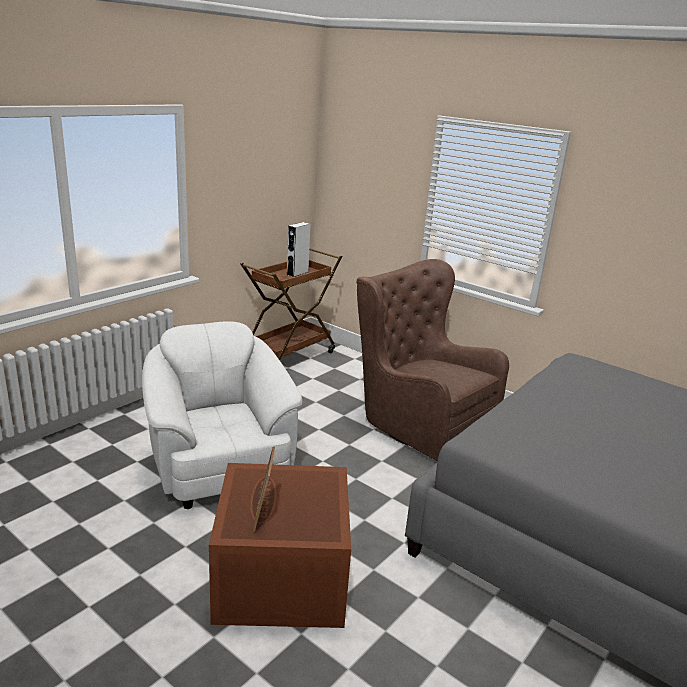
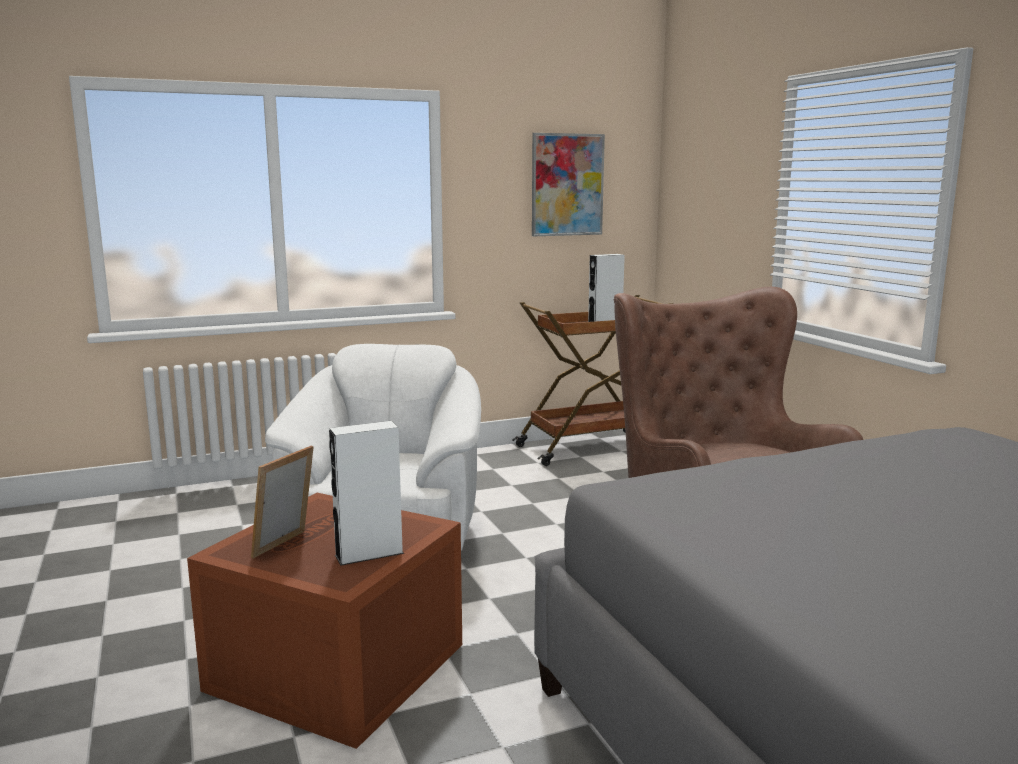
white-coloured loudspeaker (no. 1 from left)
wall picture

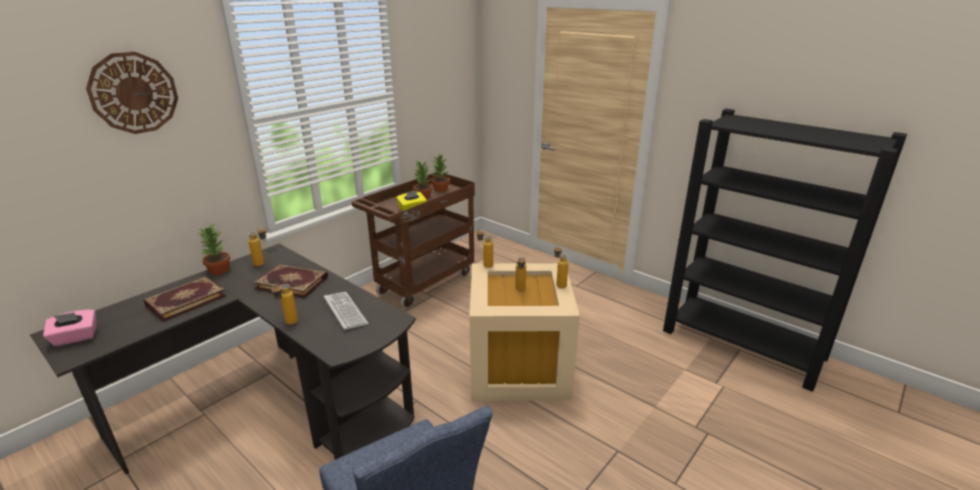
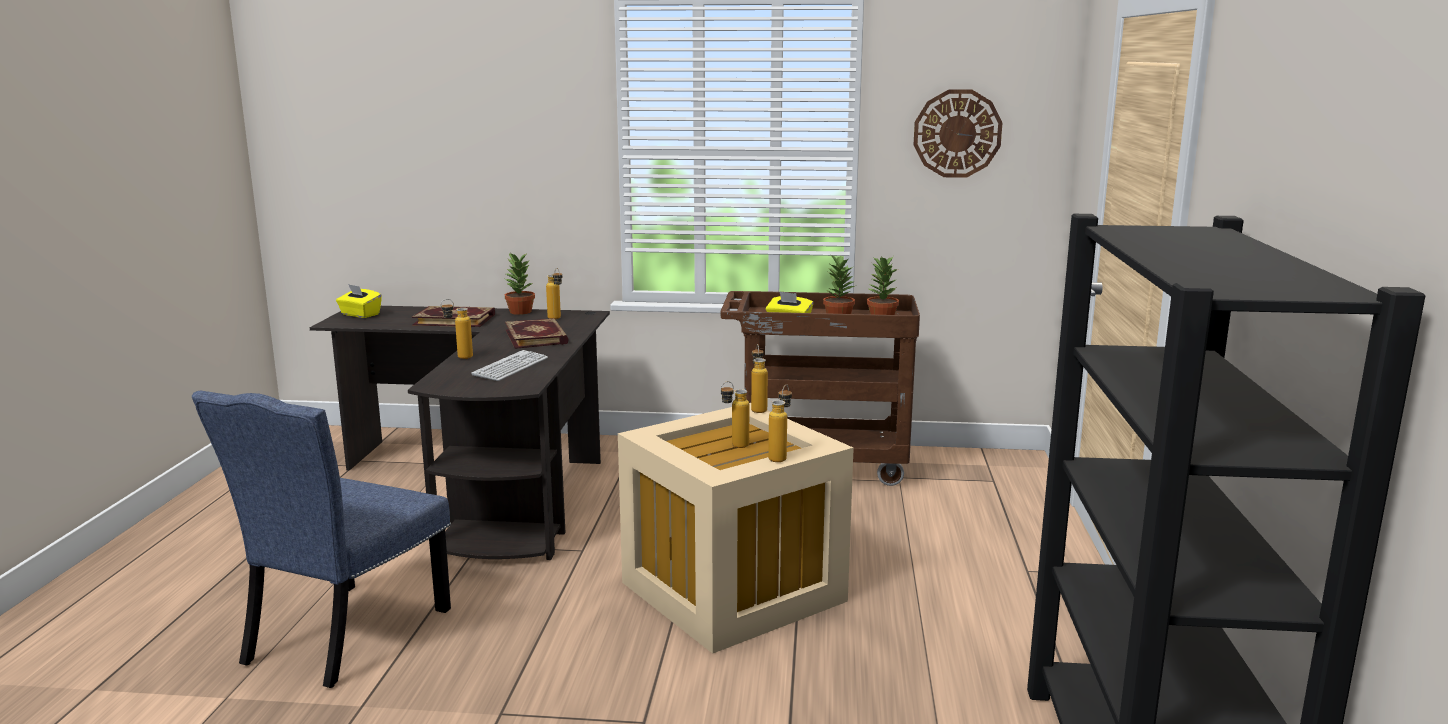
yellow tissue box (no. 1 from left)
clock on the wall

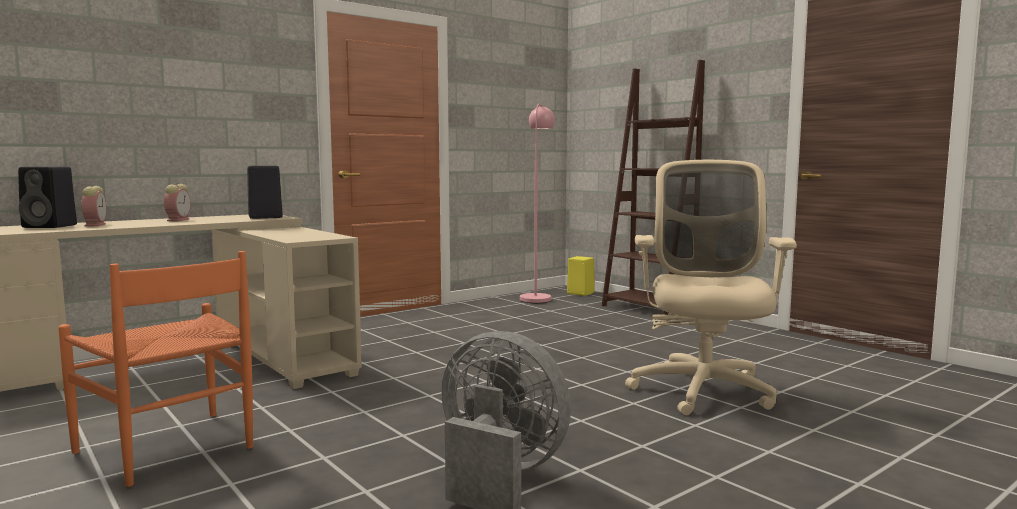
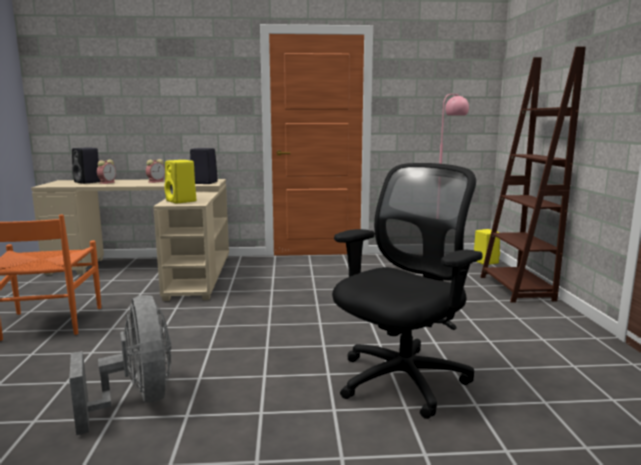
yellow loudspeaker (no. 1 from left)
blackish office chair

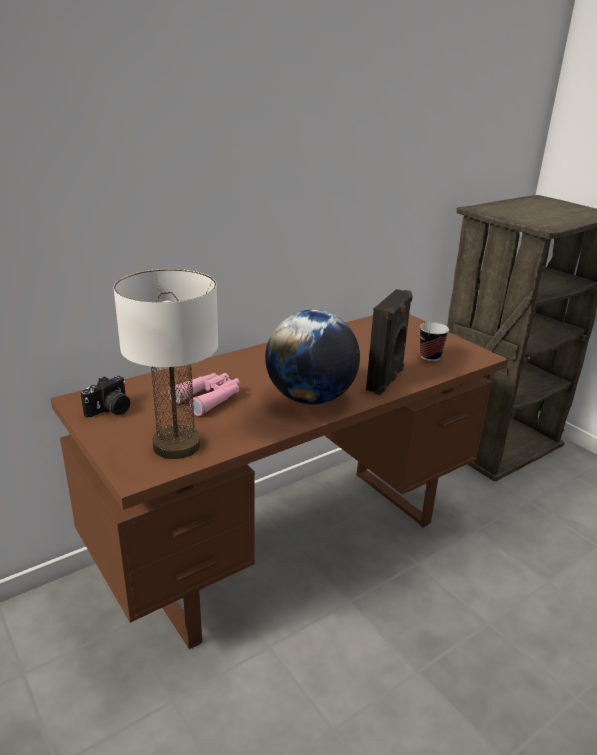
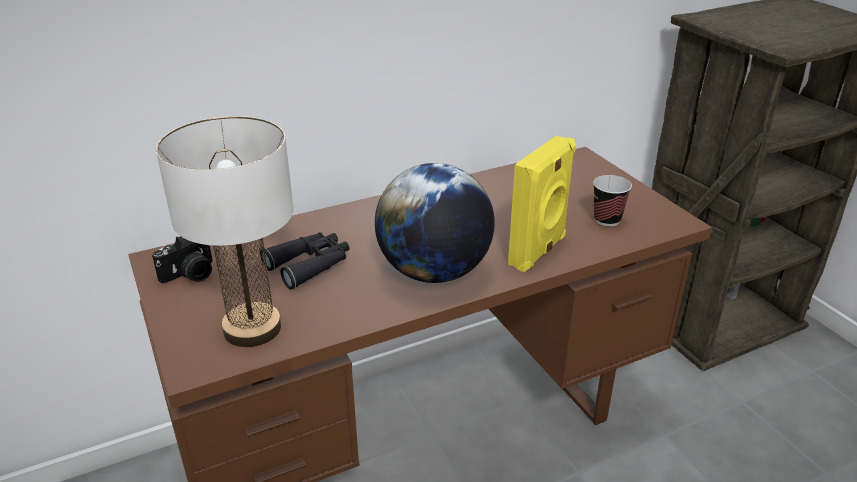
blackish binoculars
yellow loudspeaker

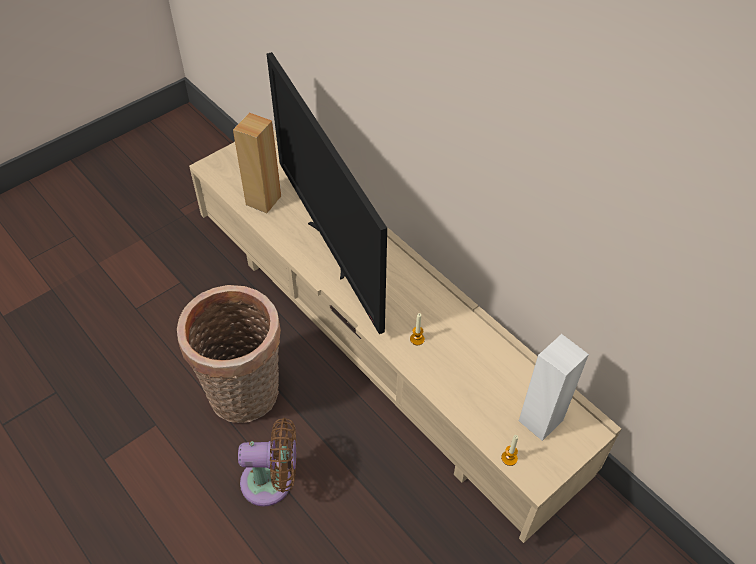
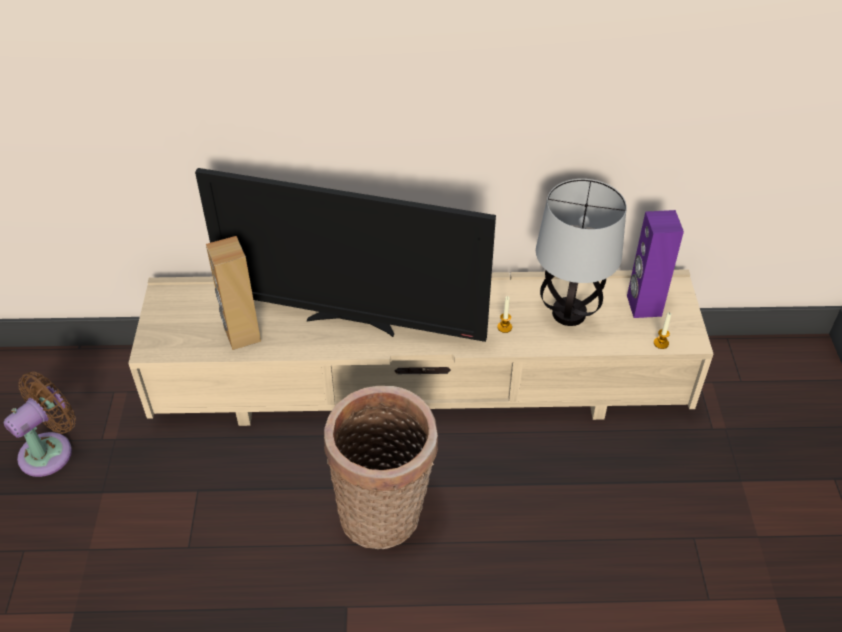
brownish cooling fan
tabletop lamp
purplish loudspeaker

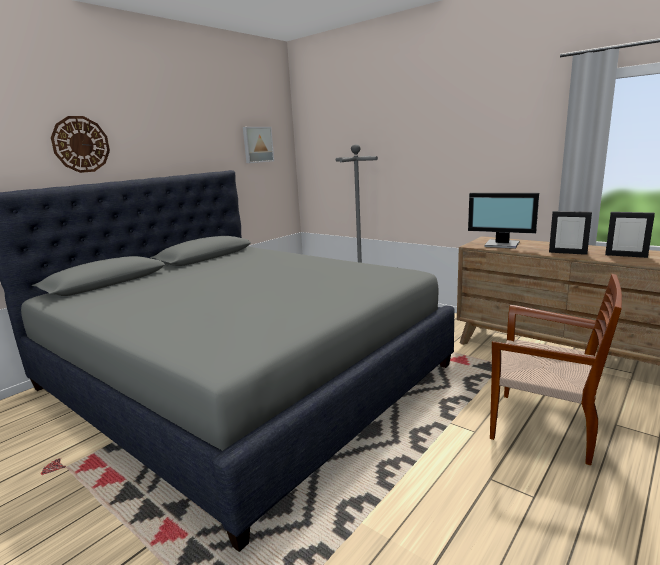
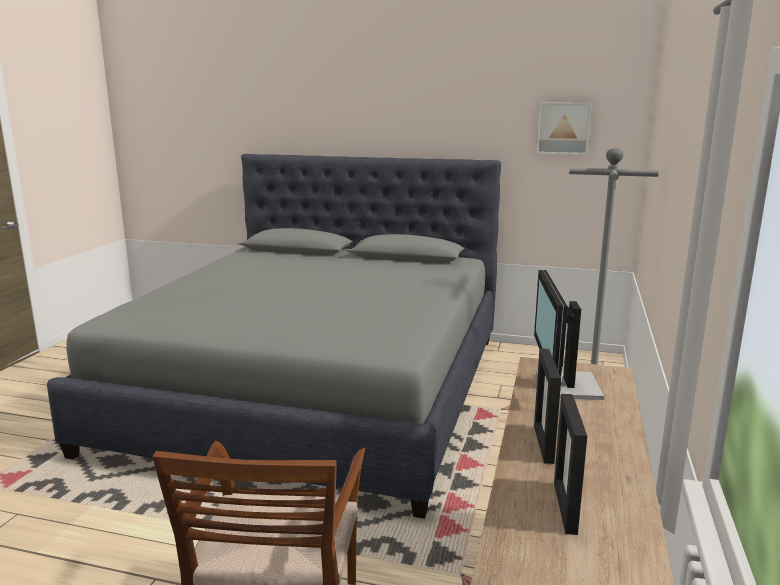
clock on the wall

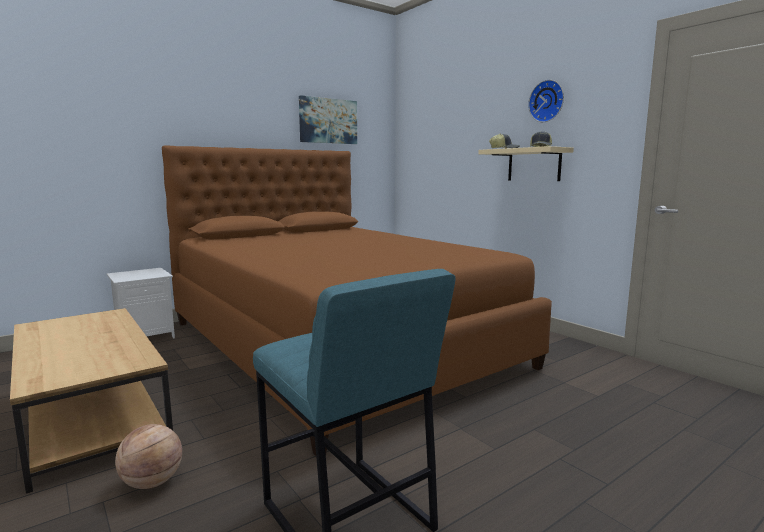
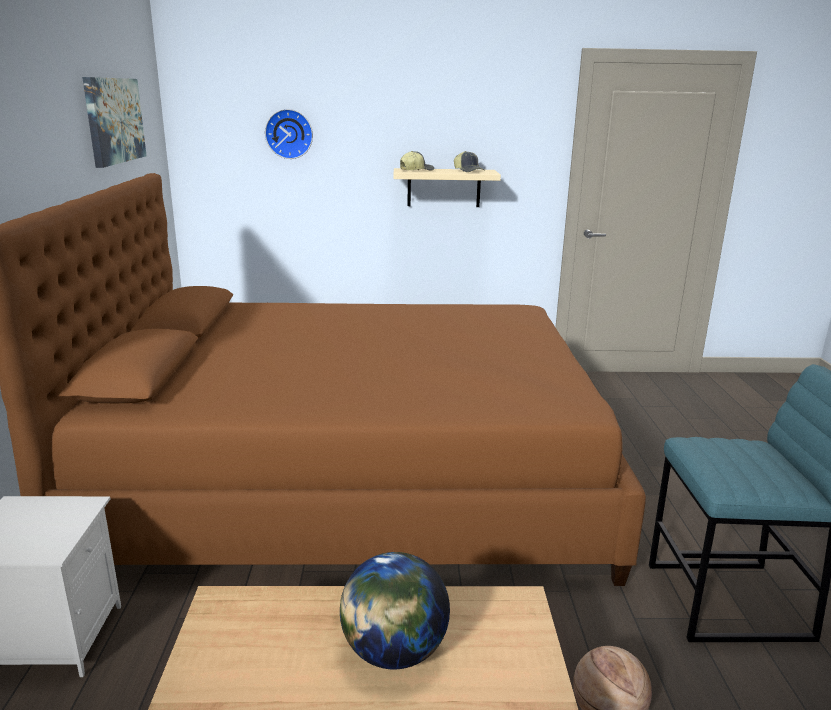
clock on the wall
globe

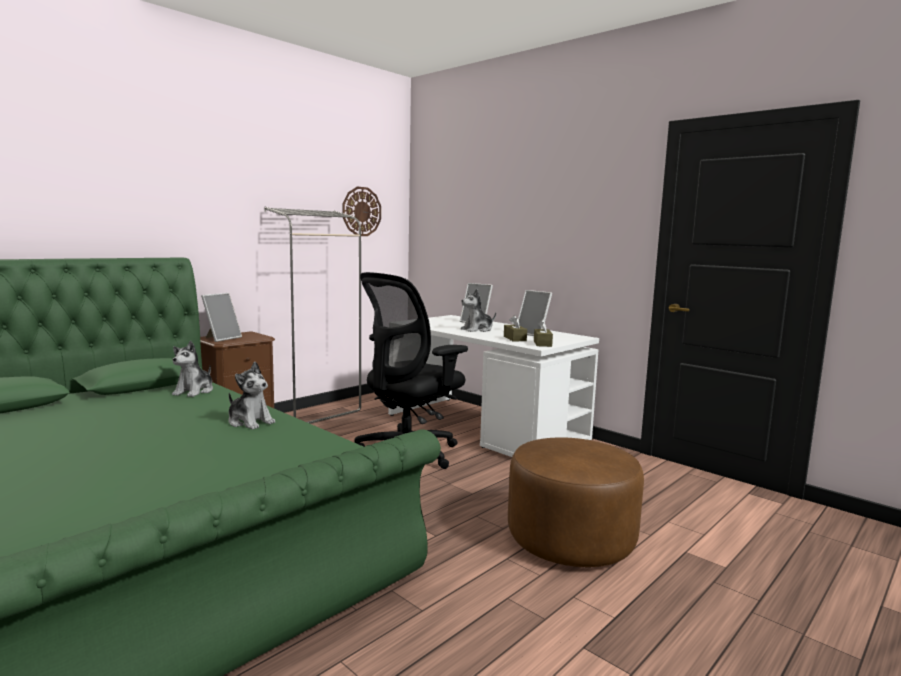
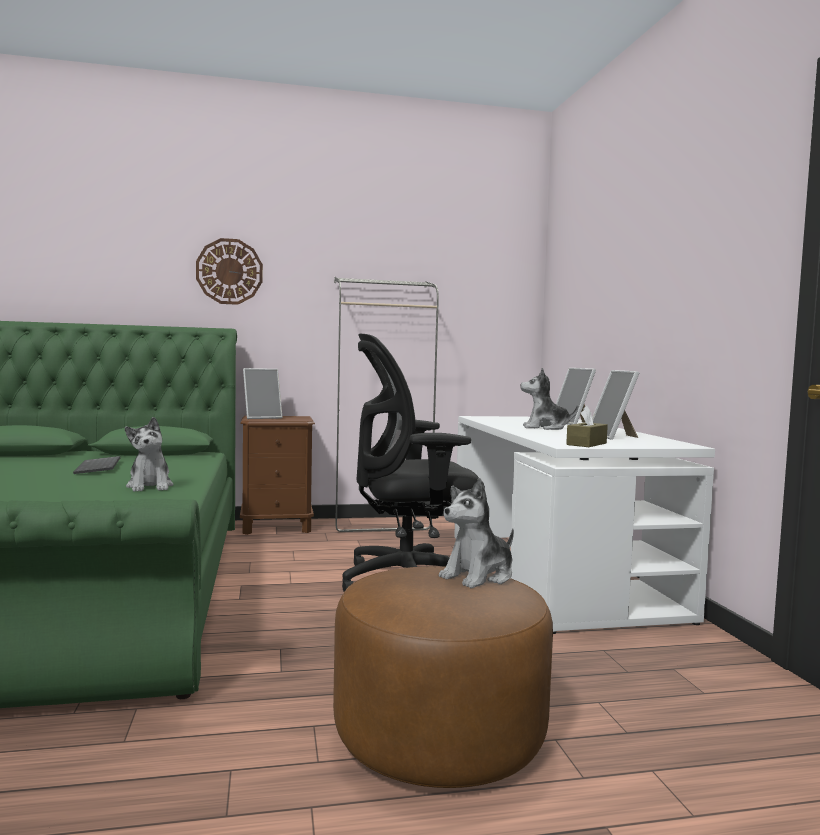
computer keyboard
clock on the wall
cuddly toy (no. 2 from left)
brownish tissue box (no. 1 from left in the first image)

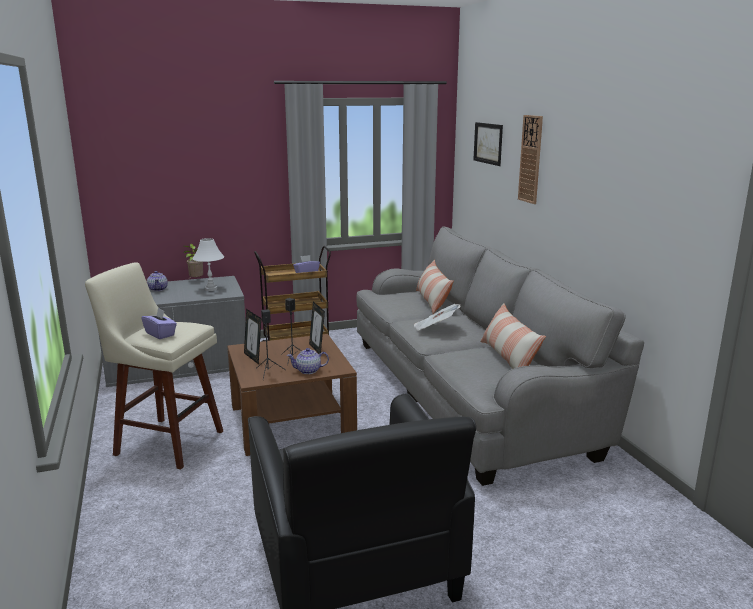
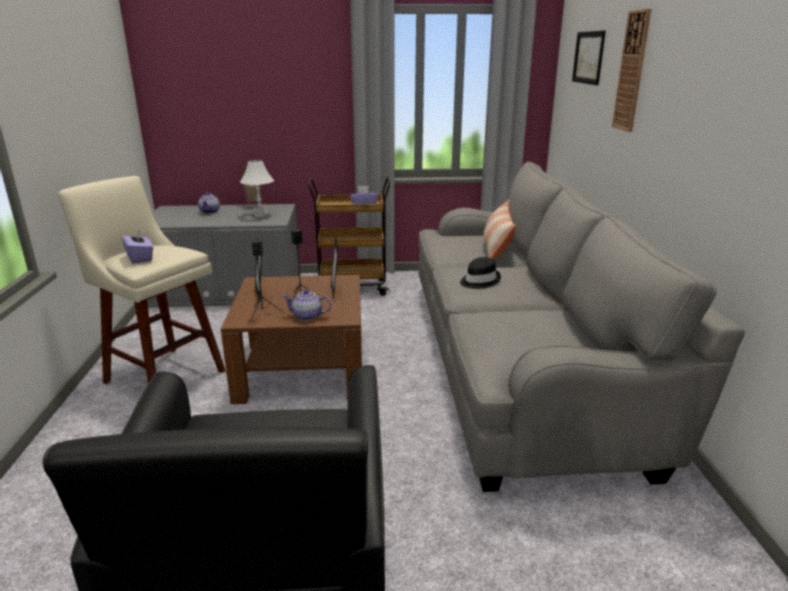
blackish wearable hat
cushion (no. 2 from left in the first image)

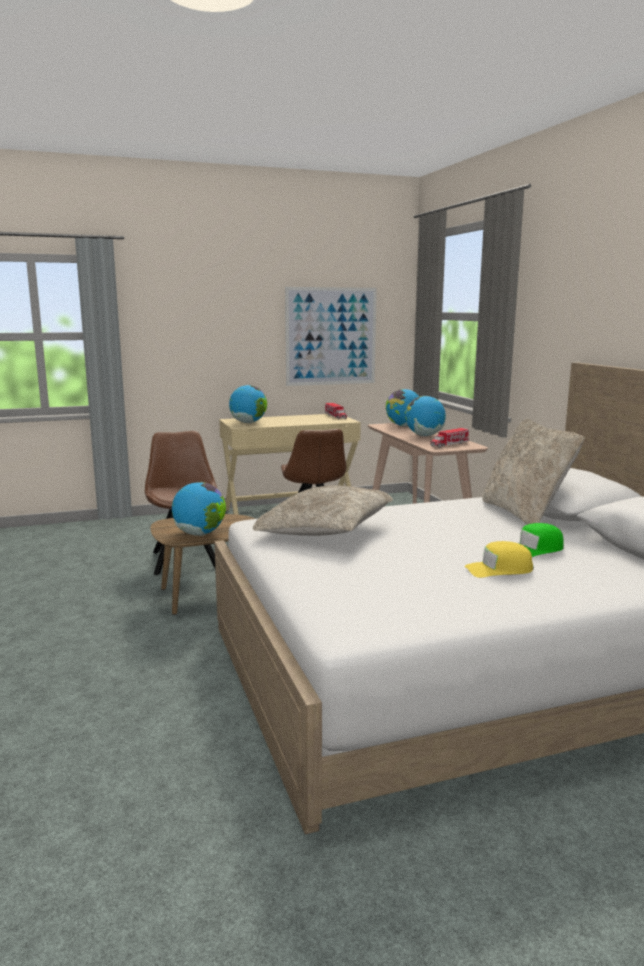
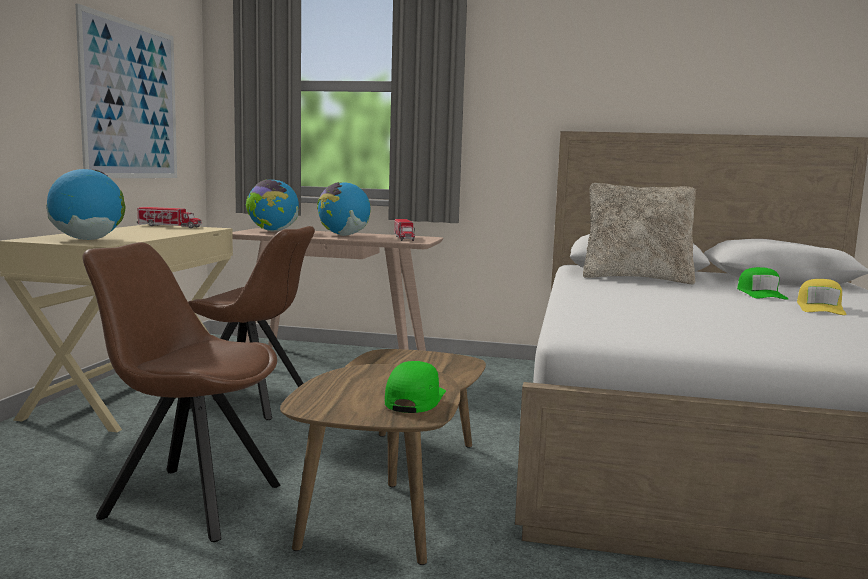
greenish cap (no. 1 from left)
beige-coloured cushion (no. 1 from left in the first image)

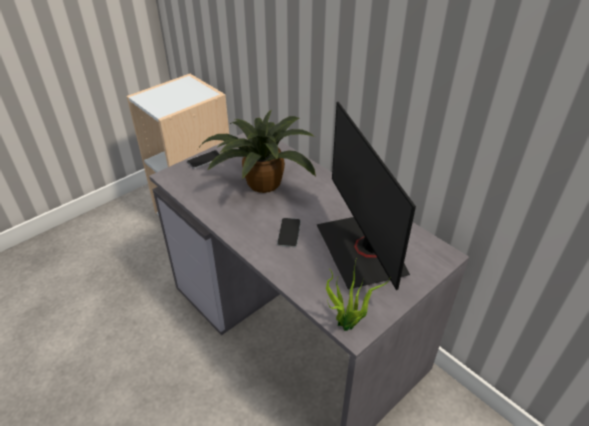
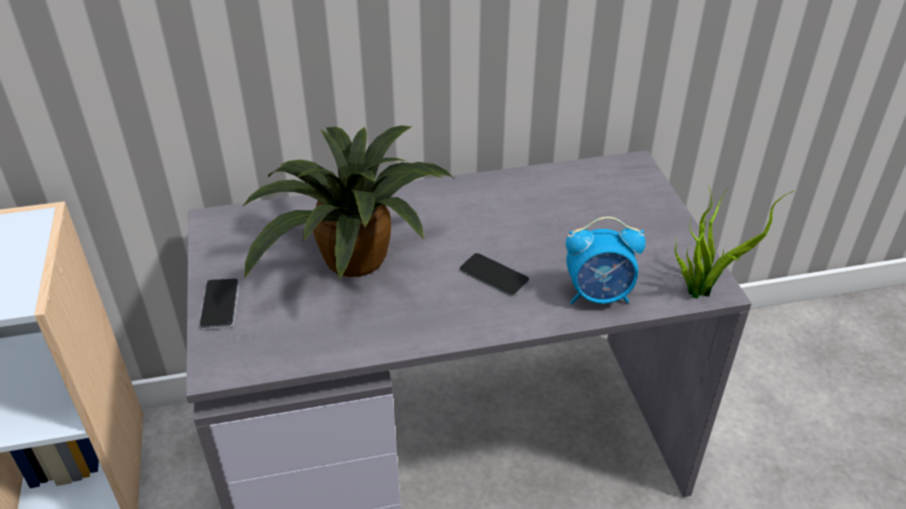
bedside clock
monitor

